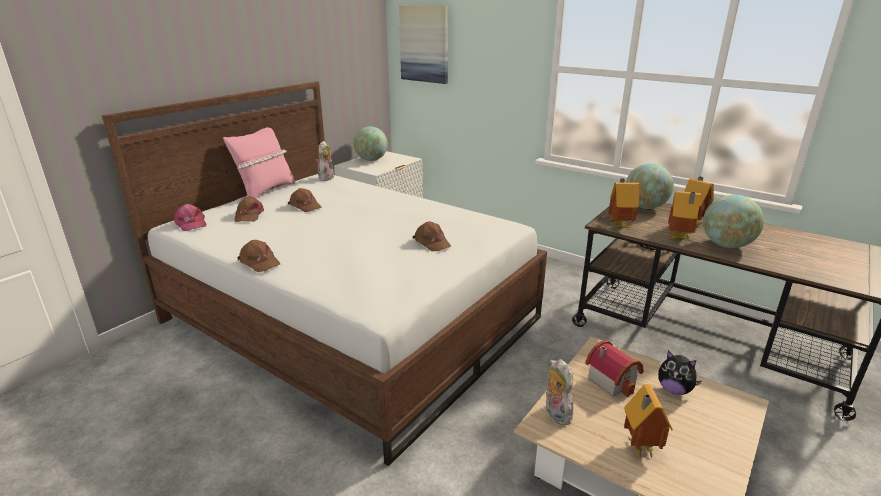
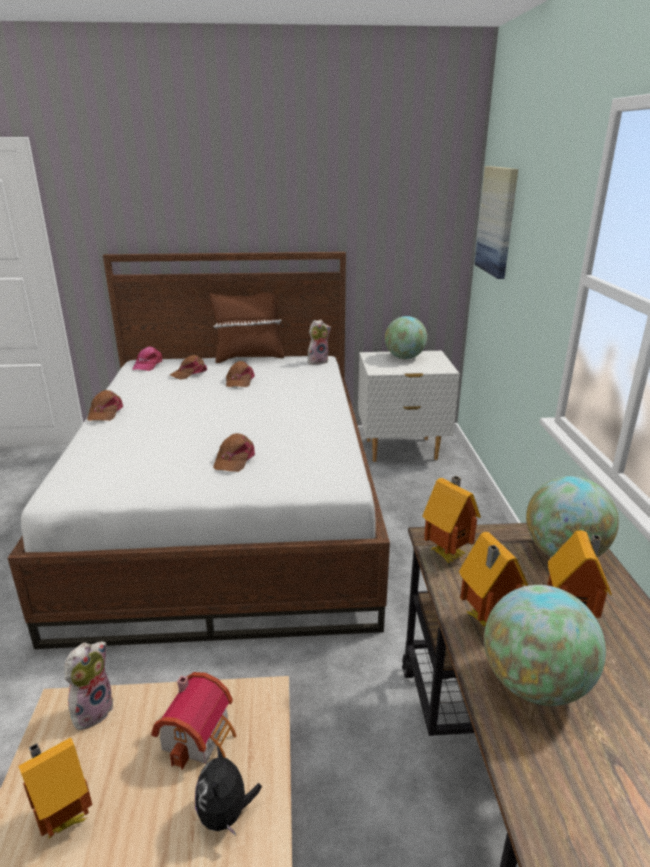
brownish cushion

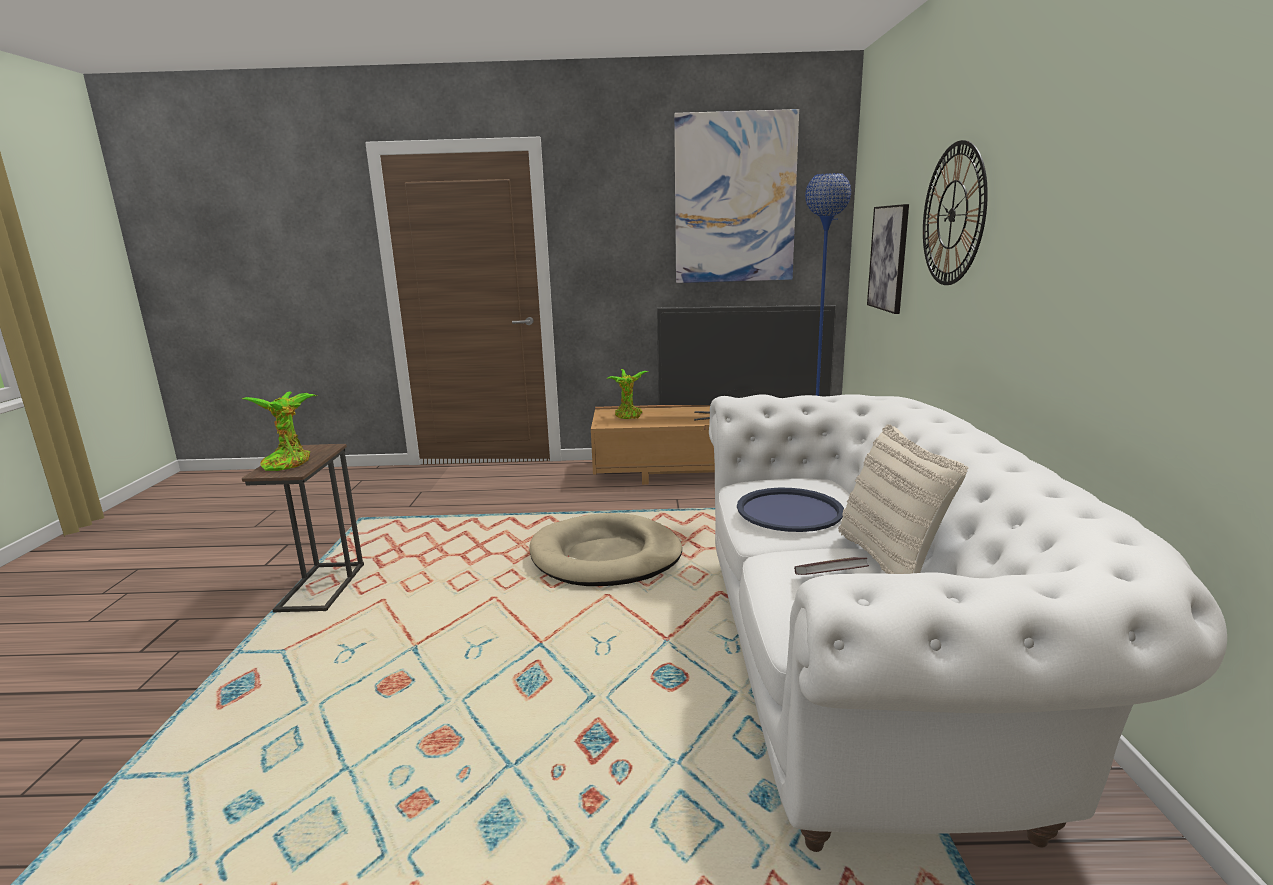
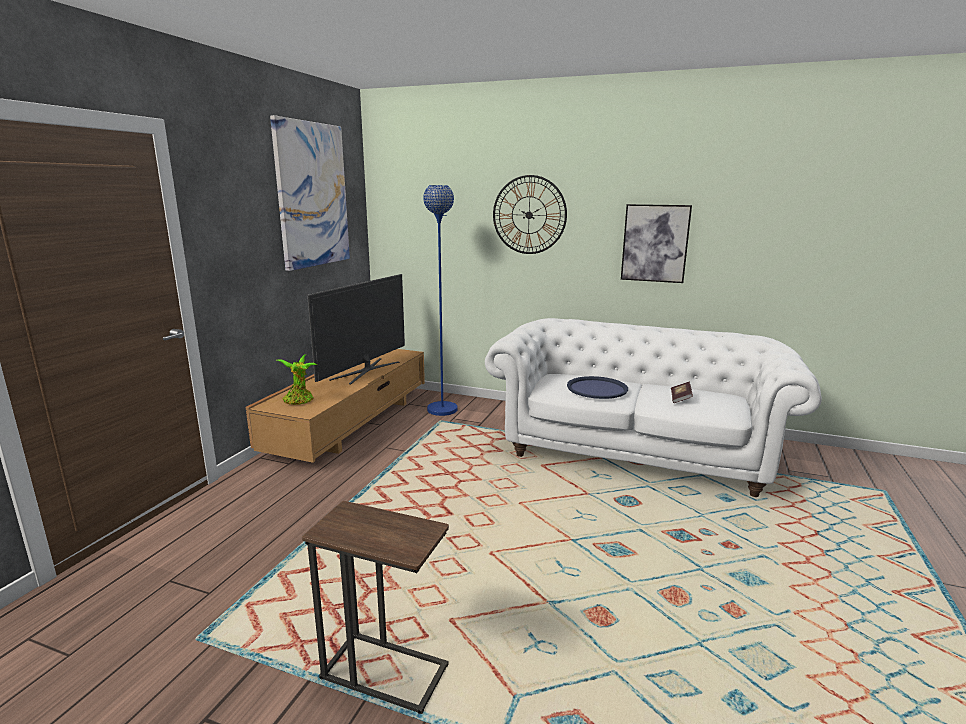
wall picture (no. 2 from left)
plant in a pot (no. 1 from left in the first image)
beige-coloured dog bed
beige-coloured cushion

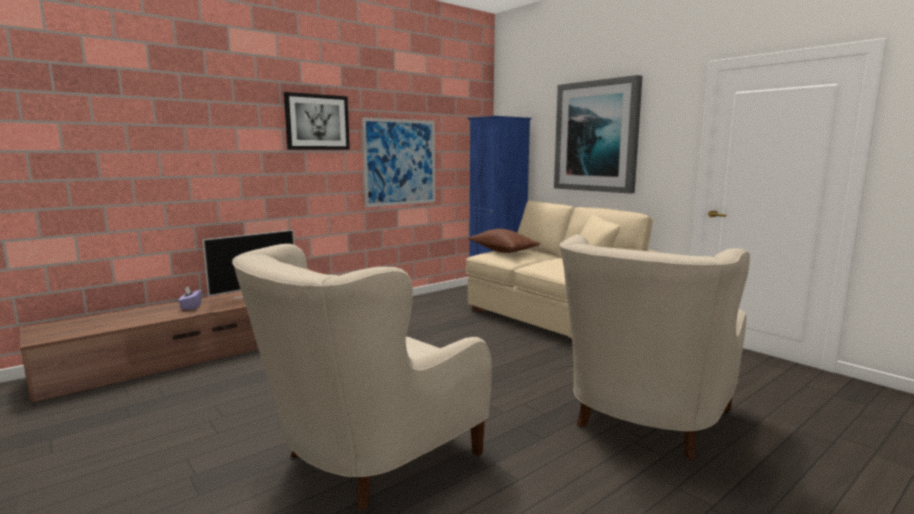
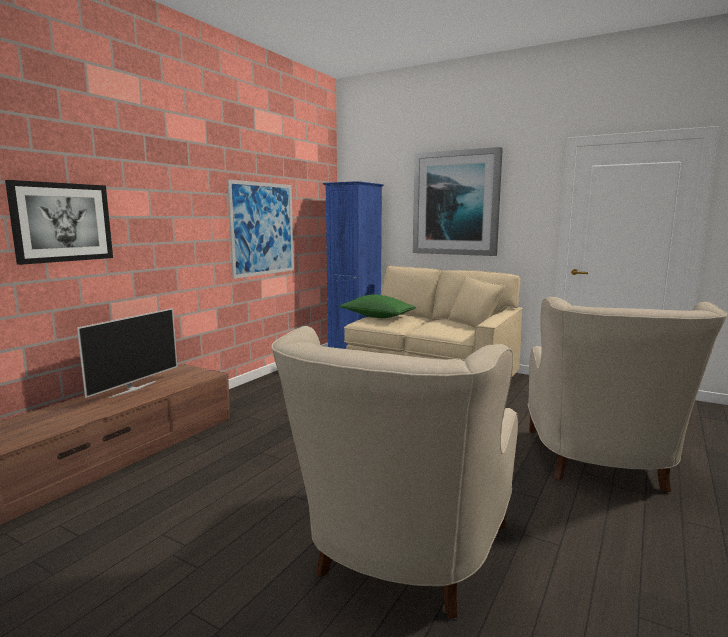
wall picture (no. 1 from left)
greenish cushion
purplish tissue box

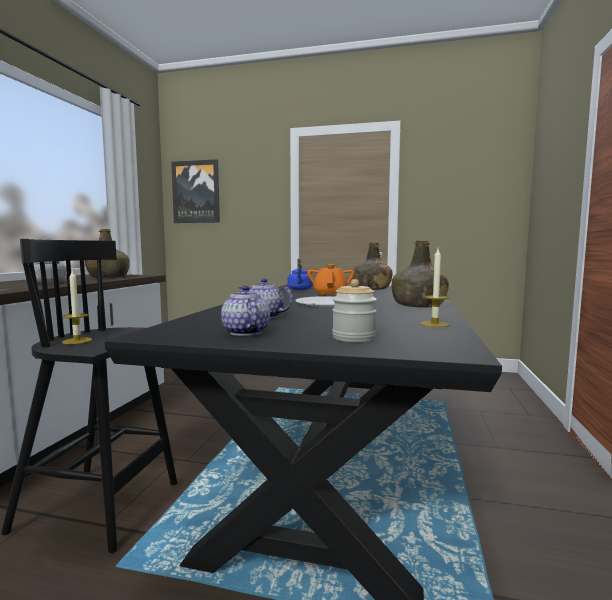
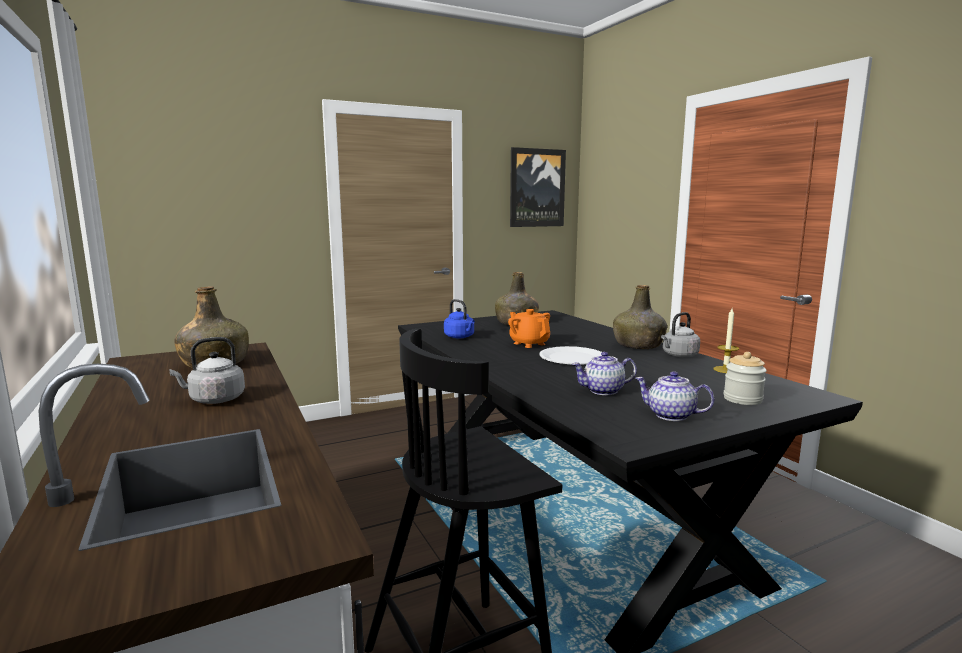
wall picture
grey tea kettle (no. 2 from left)
candle (no. 1 from left in the first image)

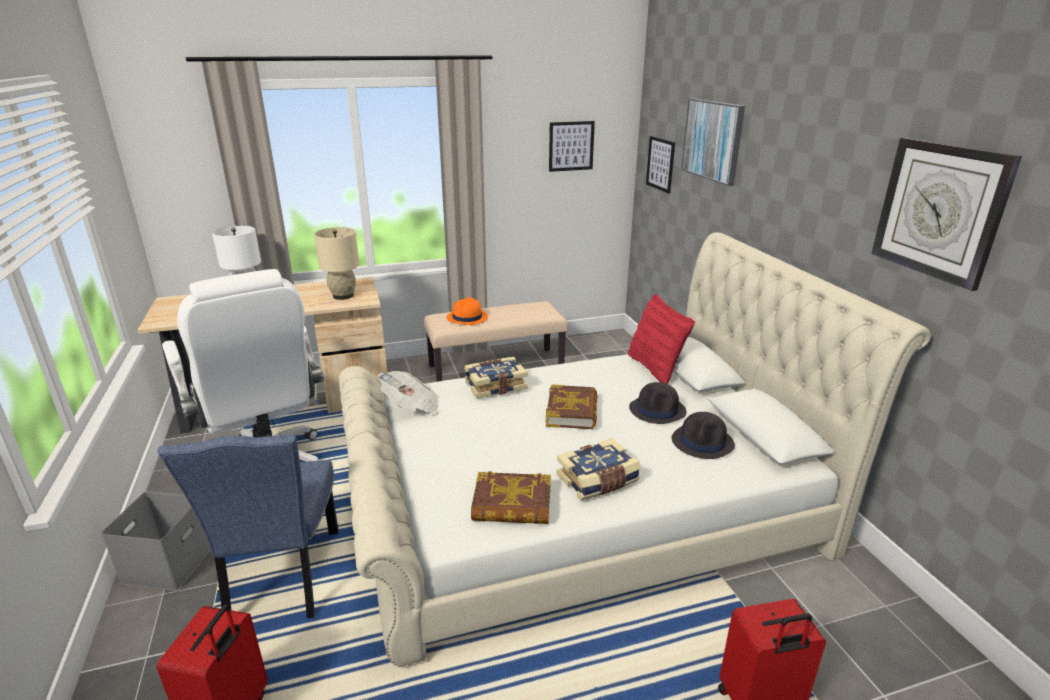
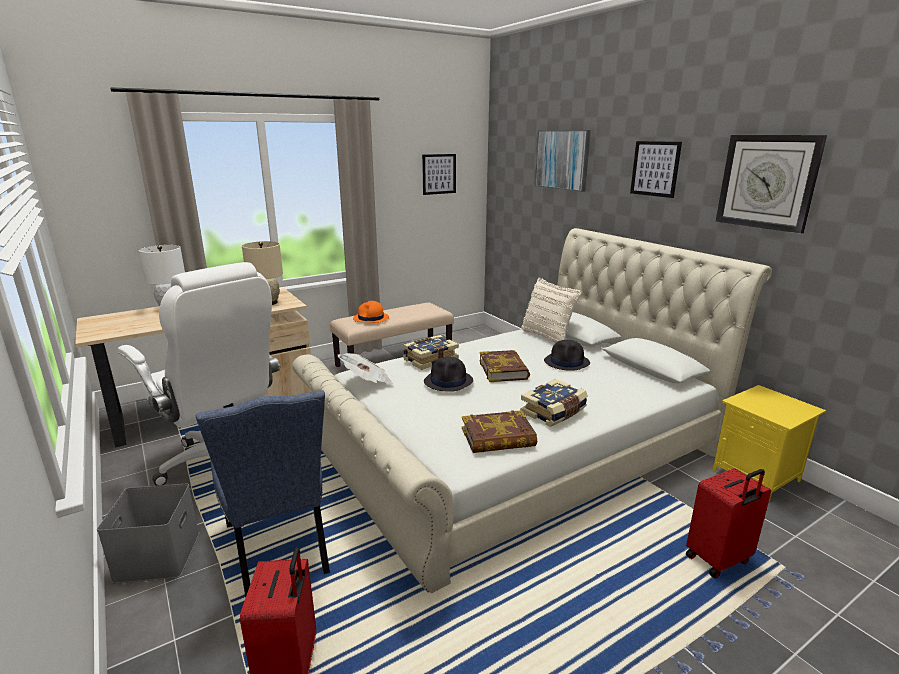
blackish wearable hat (no. 1 from left)
beige-coloured cushion
wall picture (no. 3 from left)
yellow bedside table

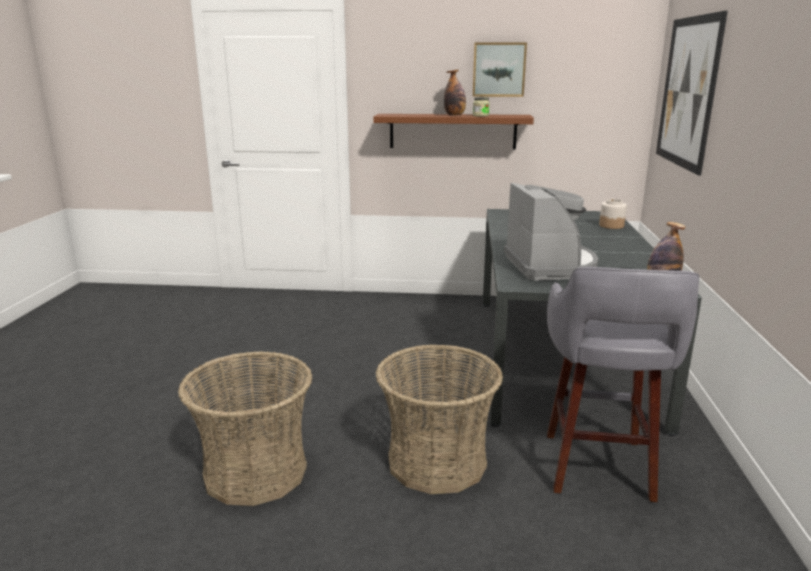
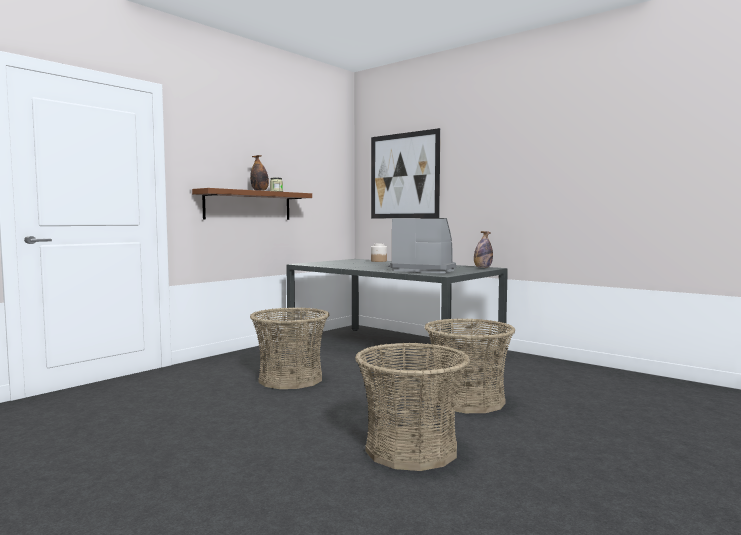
basket (no. 1 from left)
wall picture (no. 1 from left in the first image)
grey stool seat

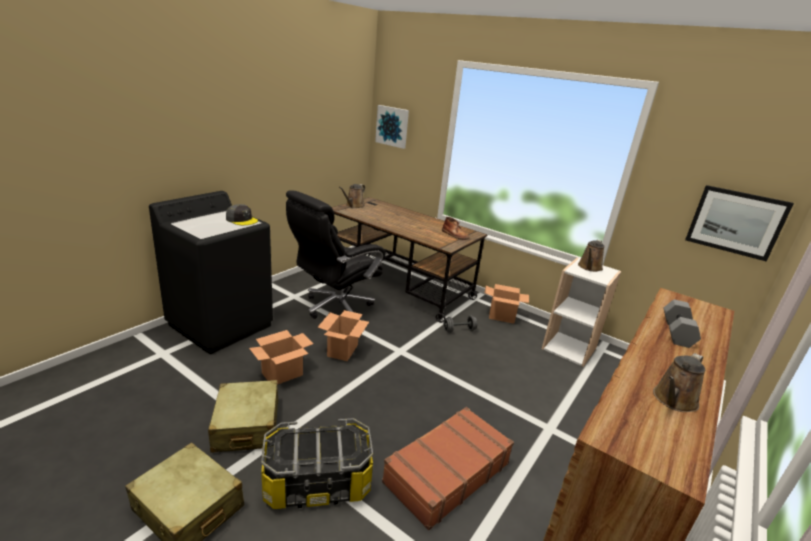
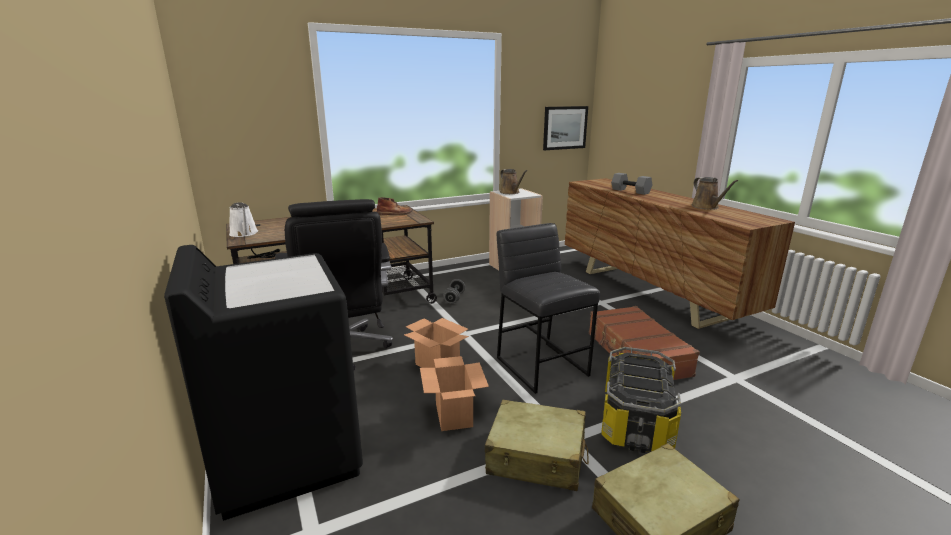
white-coloured watering pot
grey stool seat
grey cap
wall picture (no. 1 from left in the first image)
carton (no. 3 from left in the first image)

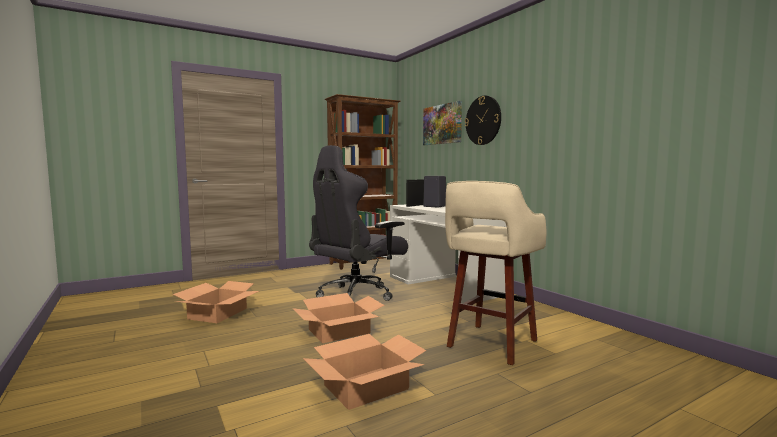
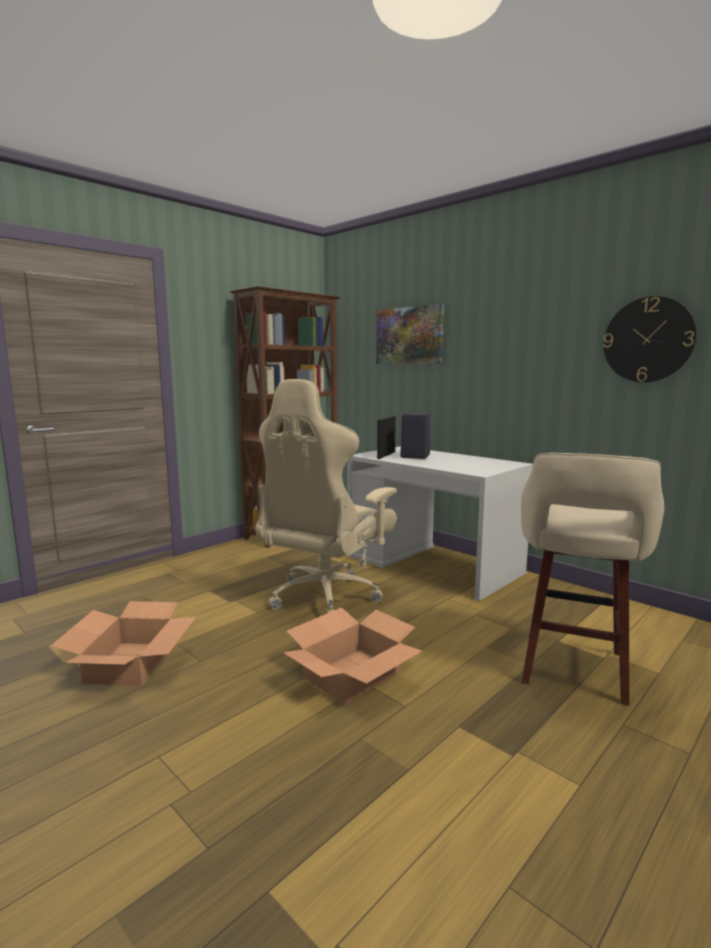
beige-coloured office chair
clock on the wall
carton (no. 3 from left in the first image)

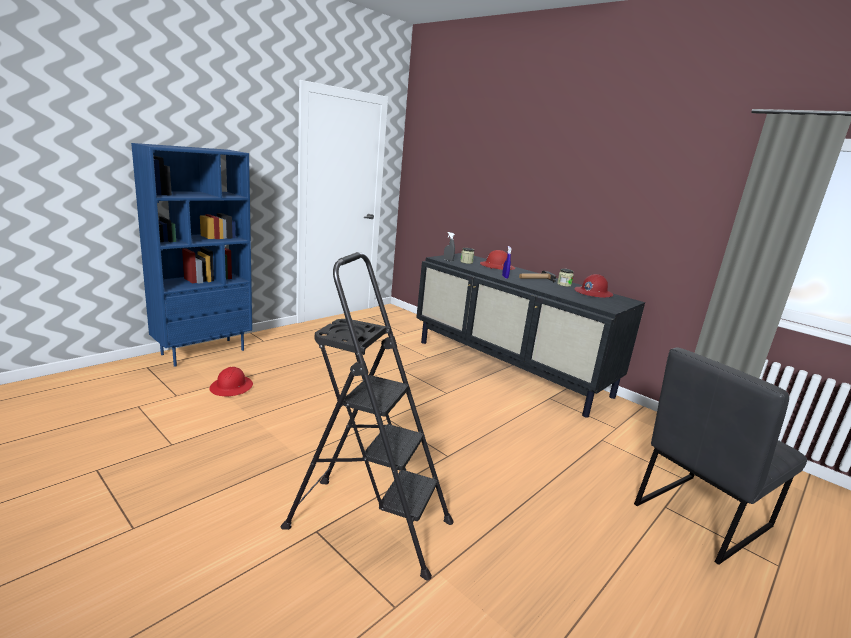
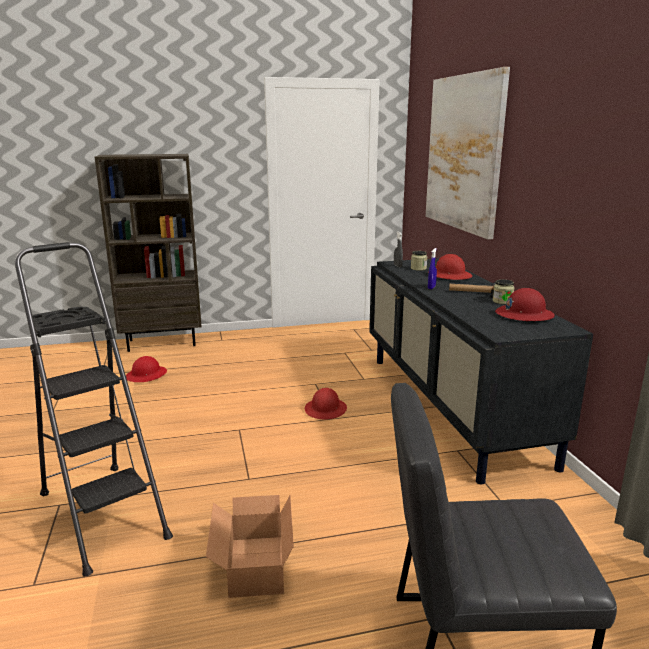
brownish bookshelf
carton
red work helmet (no. 2 from left)
wall picture

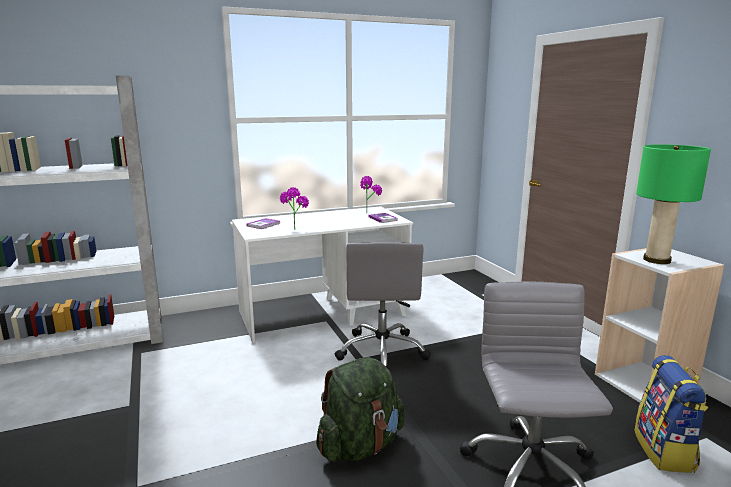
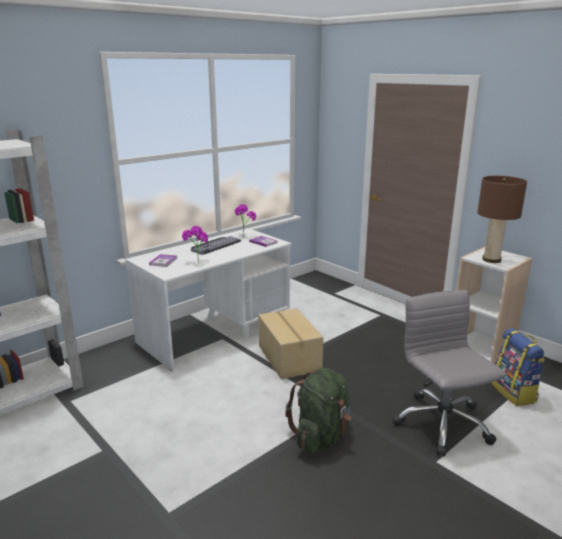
computer keyboard
carton
brownish tabletop lamp

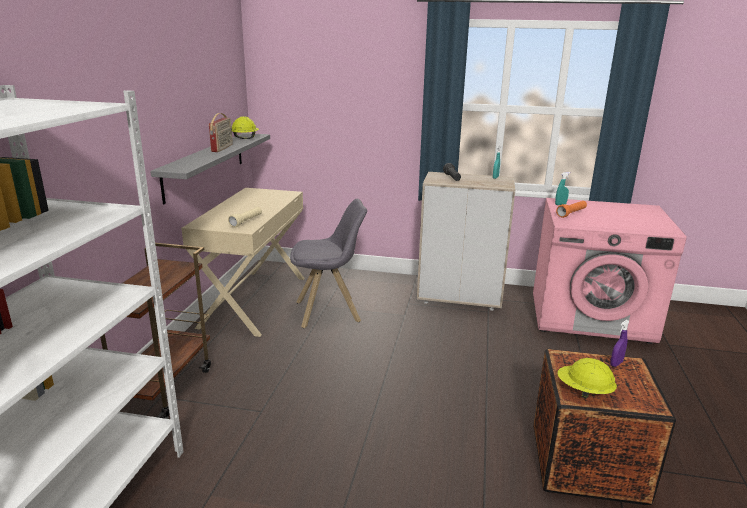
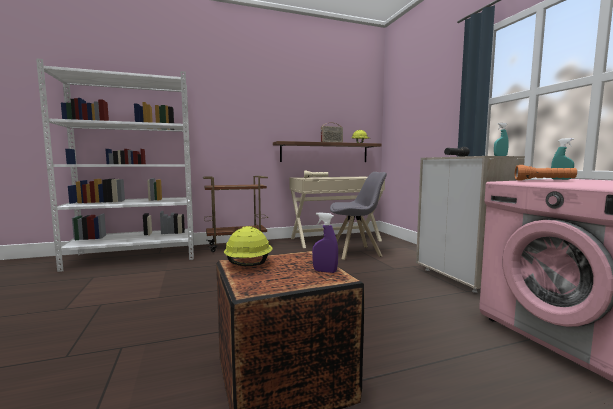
brownish shelf
grey chair

